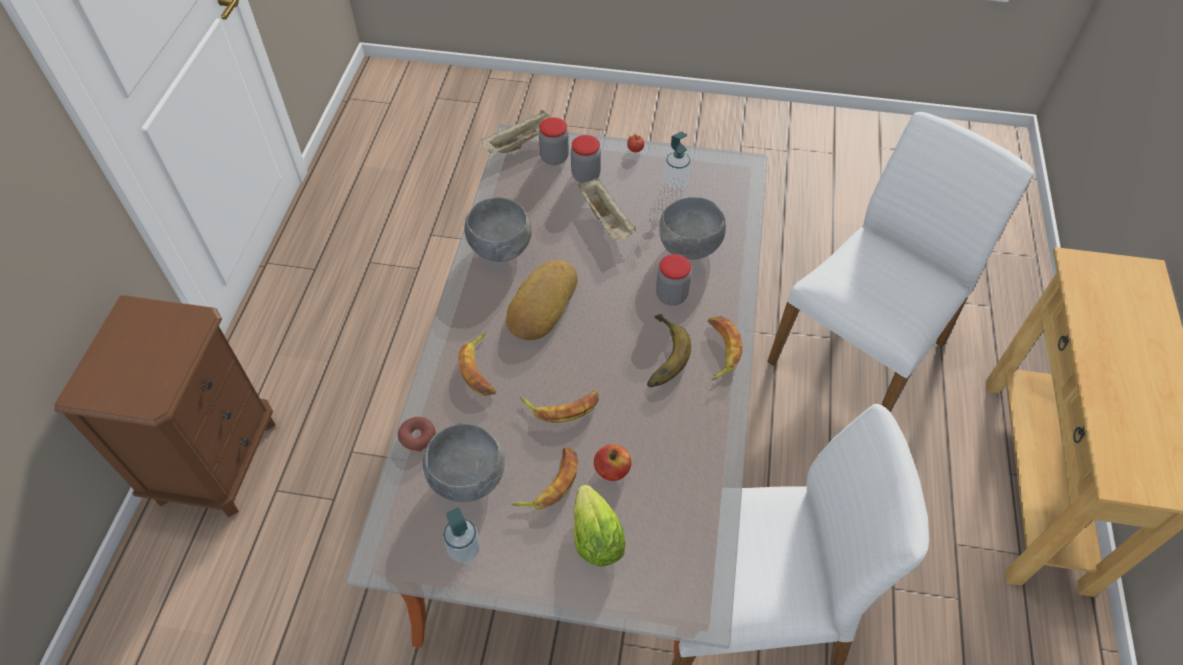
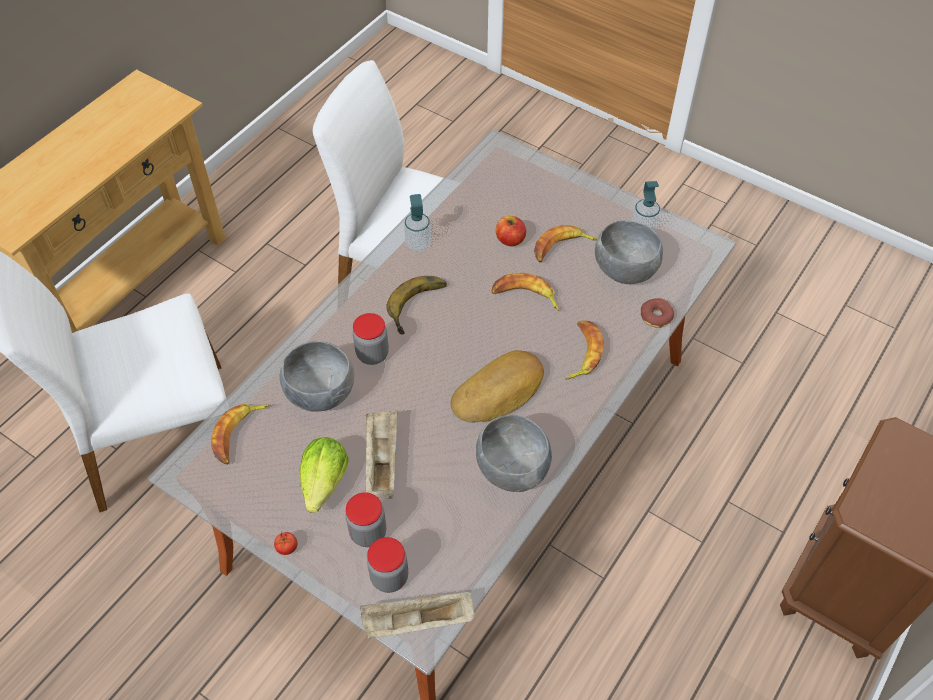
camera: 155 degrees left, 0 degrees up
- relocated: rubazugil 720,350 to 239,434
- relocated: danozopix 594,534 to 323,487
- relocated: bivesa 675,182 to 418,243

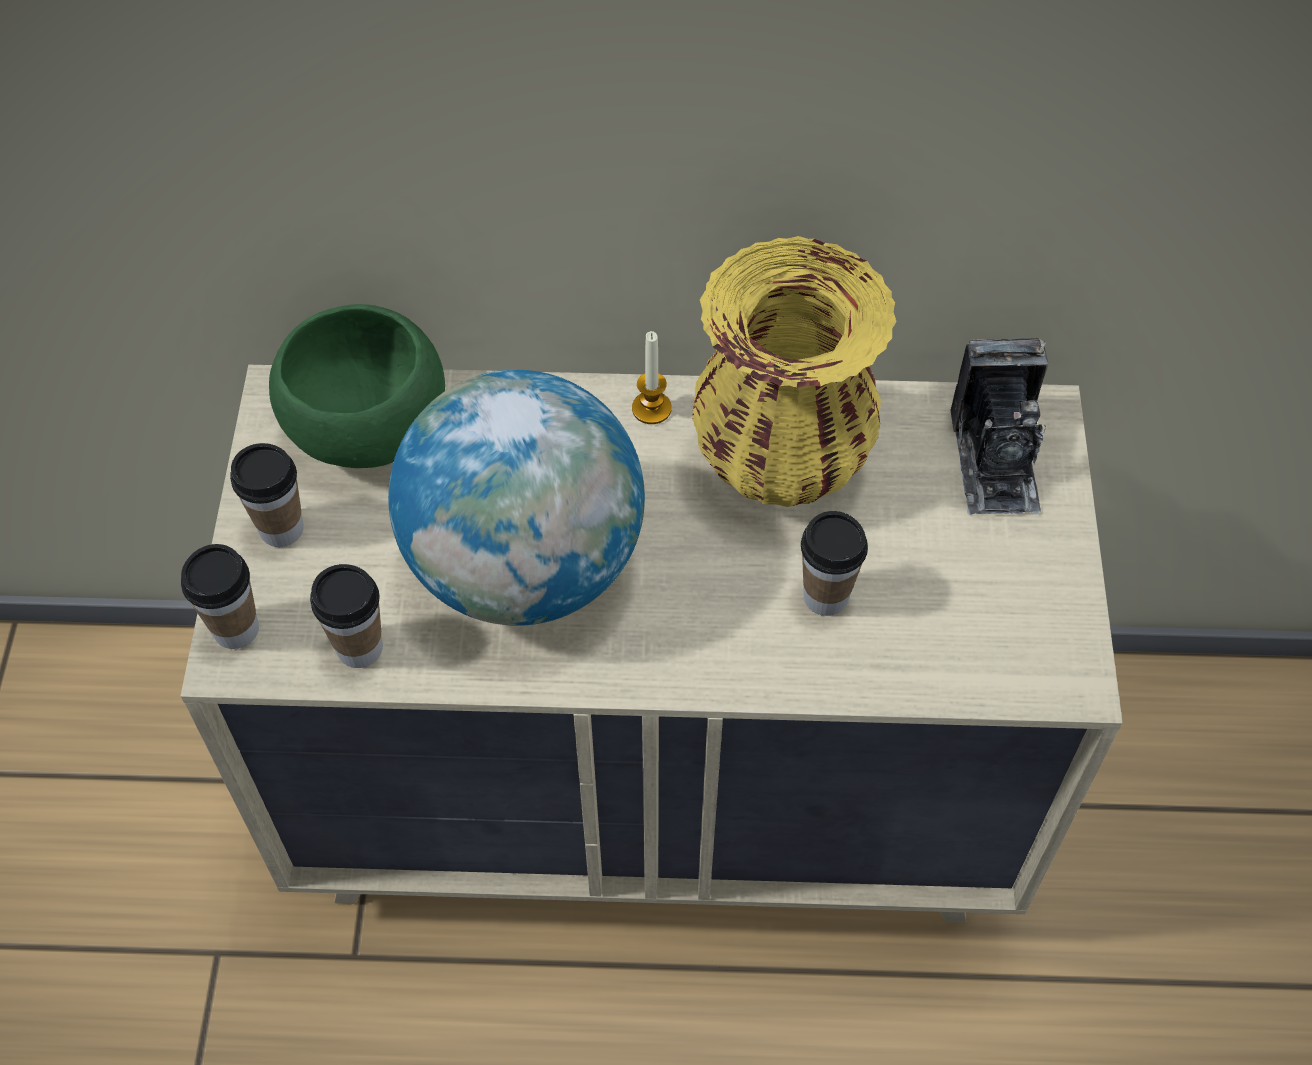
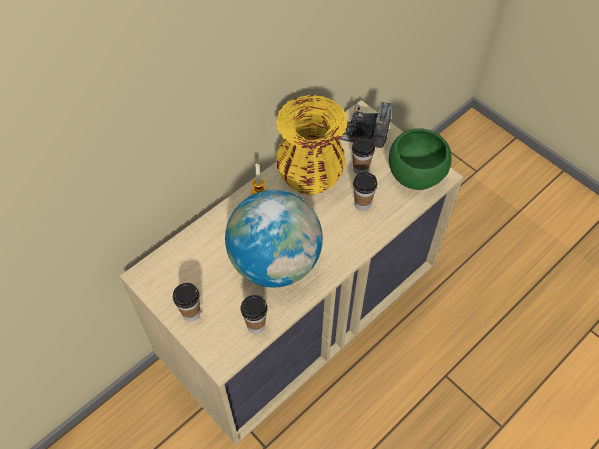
camera: 45 degrees left, 0 degrees up
- spun: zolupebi 995,458 = 362,134 150 degrees clockwise
- relocated: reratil 236,629 to 360,169
- relocated: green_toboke 368,429 to 415,175

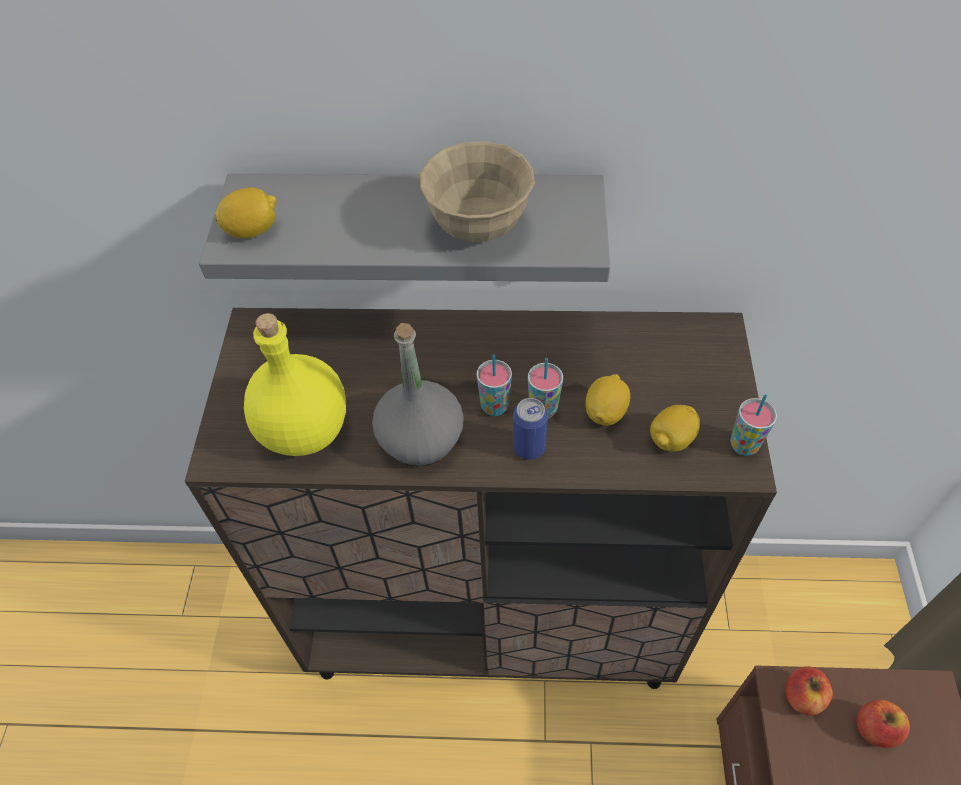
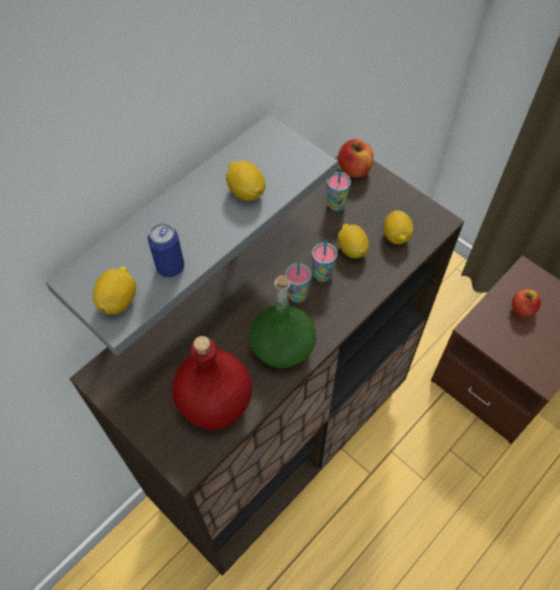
camera: 50 degrees left, 5 degrees up
- relocated: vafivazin 529,448 to 170,267
- colour: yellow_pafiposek 305,429 to red_pafiposek 215,401
- exchanged: beige_toboke 478,226 to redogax 246,192
- colour: grey_pafiposek 421,438 to green_pafiposek 282,346
- relocated: reratil 744,445 to 336,205
- relocated: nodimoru 803,696 to 354,169

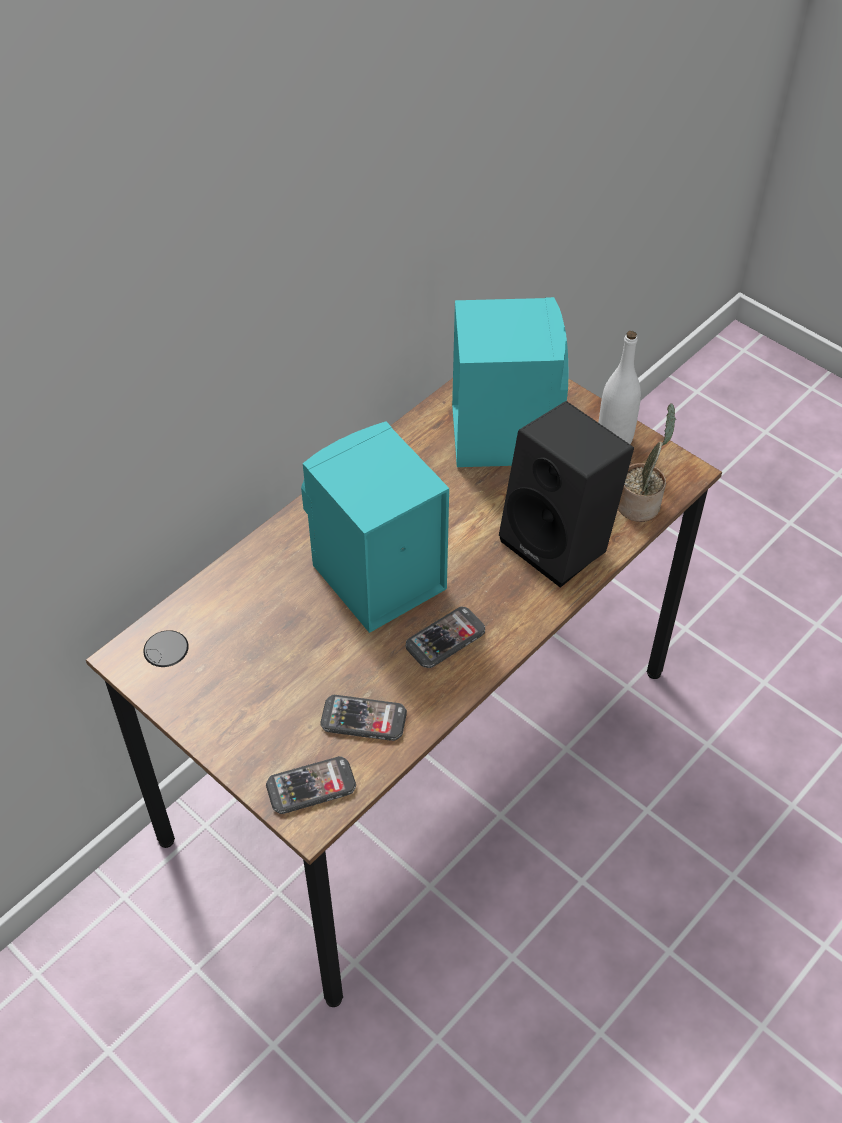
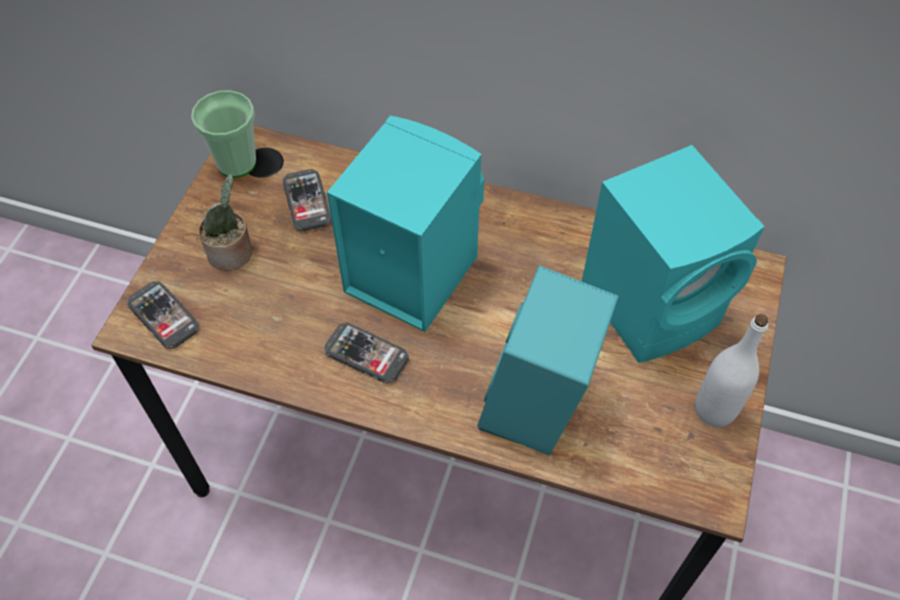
camera: 65 degrees right, 5 degrees up
- appeared: reratil 236,163
- relocated: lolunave 640,503 to 233,253
- relocated: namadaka 363,719 to 307,201
- colour: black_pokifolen 561,543 to turquoise_pokifolen 539,410

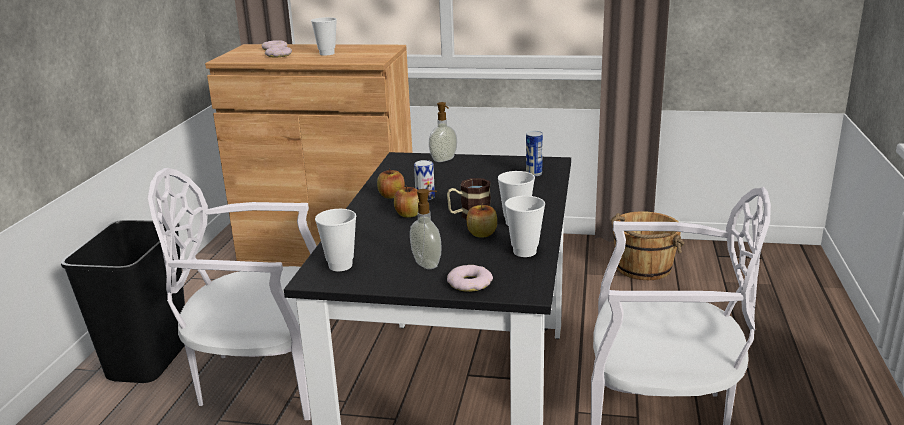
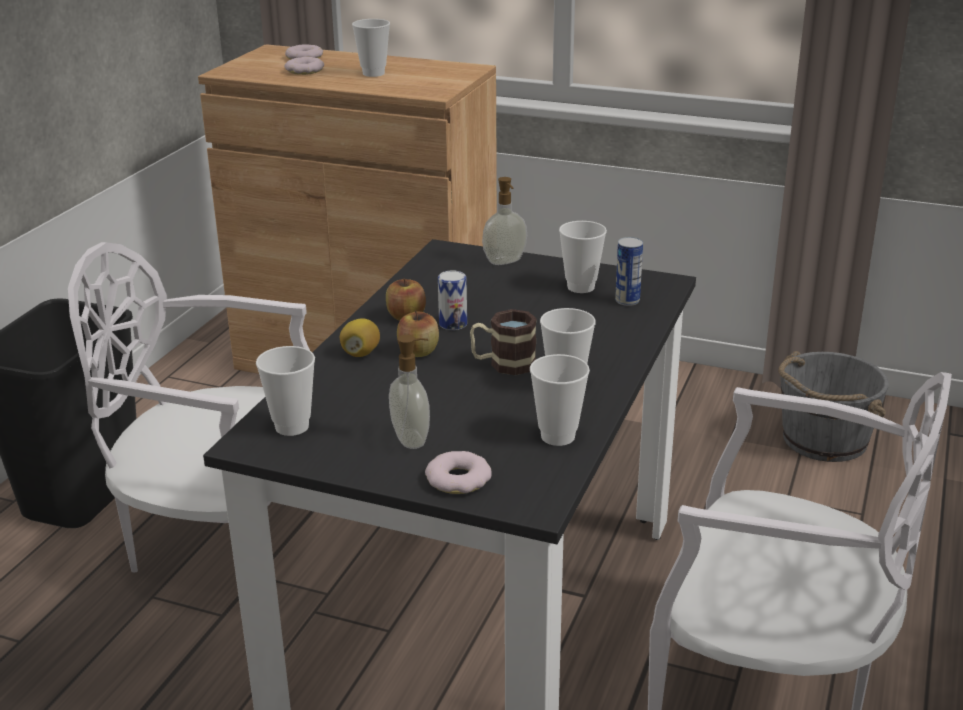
camera: 10 degrees right, 5 degrees up
- appeared: redogax 360,353
- appeared: reratil 581,287
- colour: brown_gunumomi 642,268 to grey_gunumomi 822,440
- missing: nodimoru 482,234

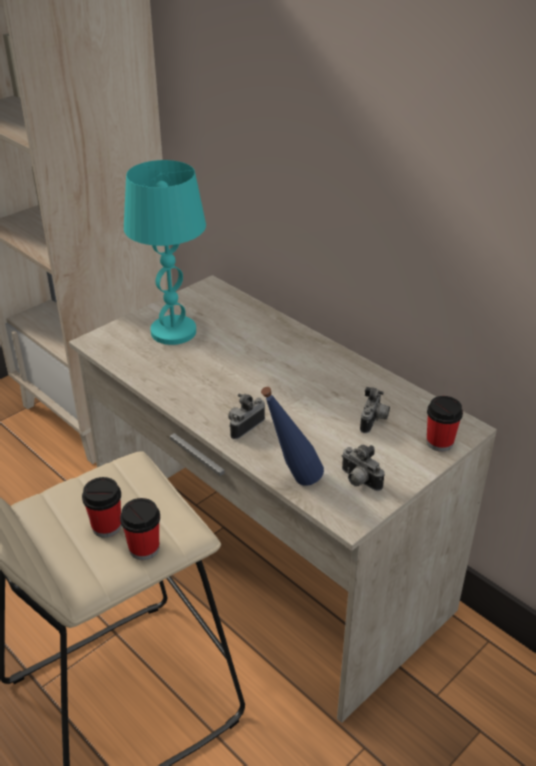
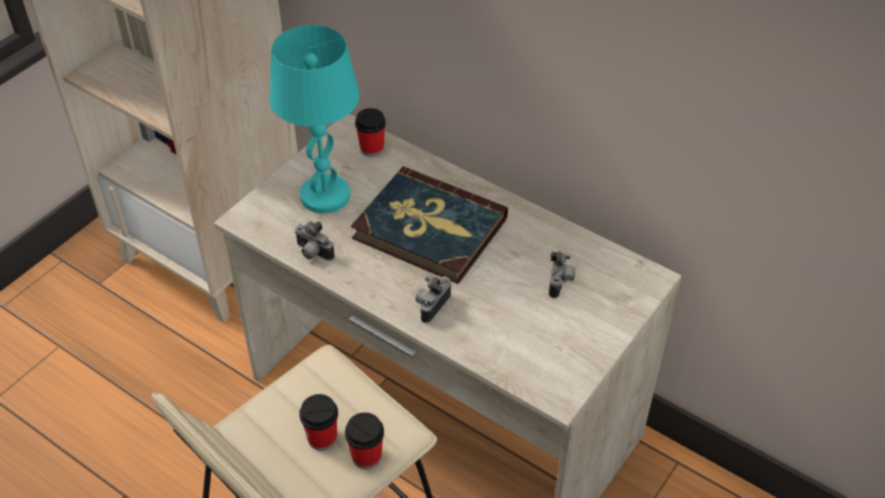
camera: 10 degrees left, 10 degrees up
- relocated: zolupebi 358,481 to 312,253
- appeared: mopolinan 429,229
- relocated: reratil 439,442 to 372,149
- missing: blue_pafiposek 292,482

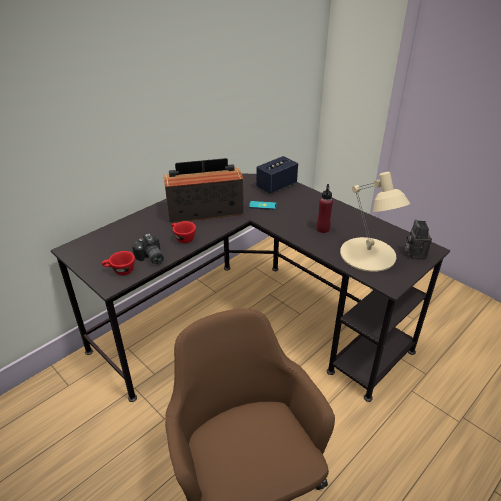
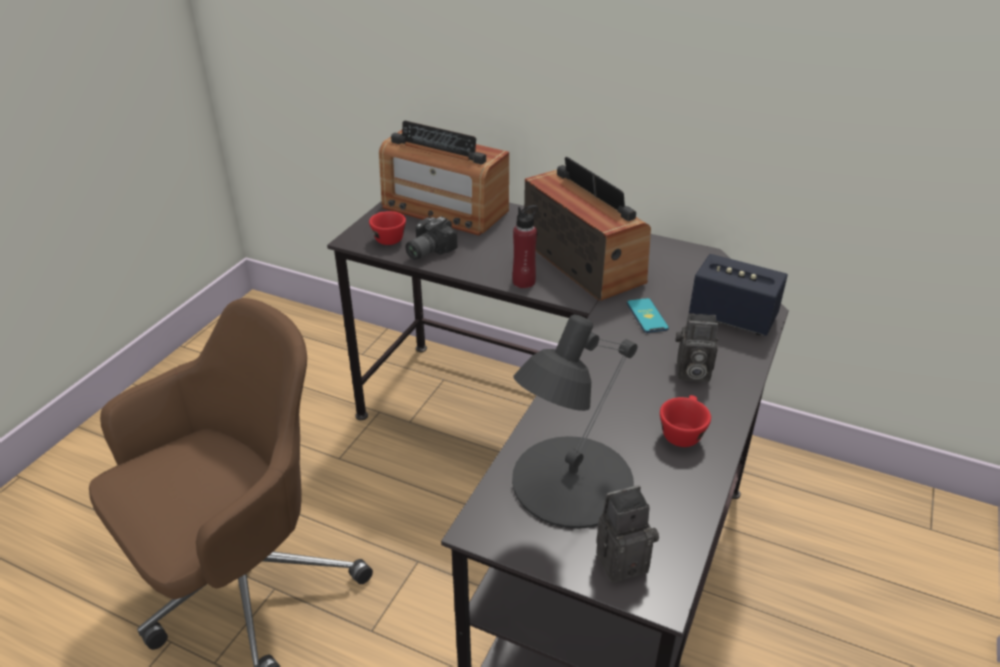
camera: 70 degrees right, 0 degrees up
- appeared: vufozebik 444,209
- relocated: red_pafiposek 323,229 to 524,282
- colour: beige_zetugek 368,255 to black_zetugek 570,481
- relocated: red_reratil 182,238 to 682,432
- appeared: zolupebi 691,373

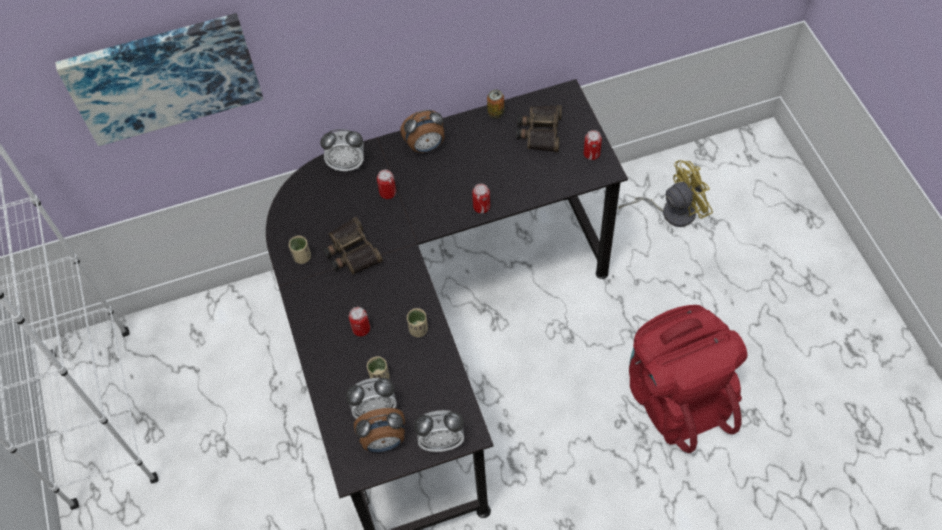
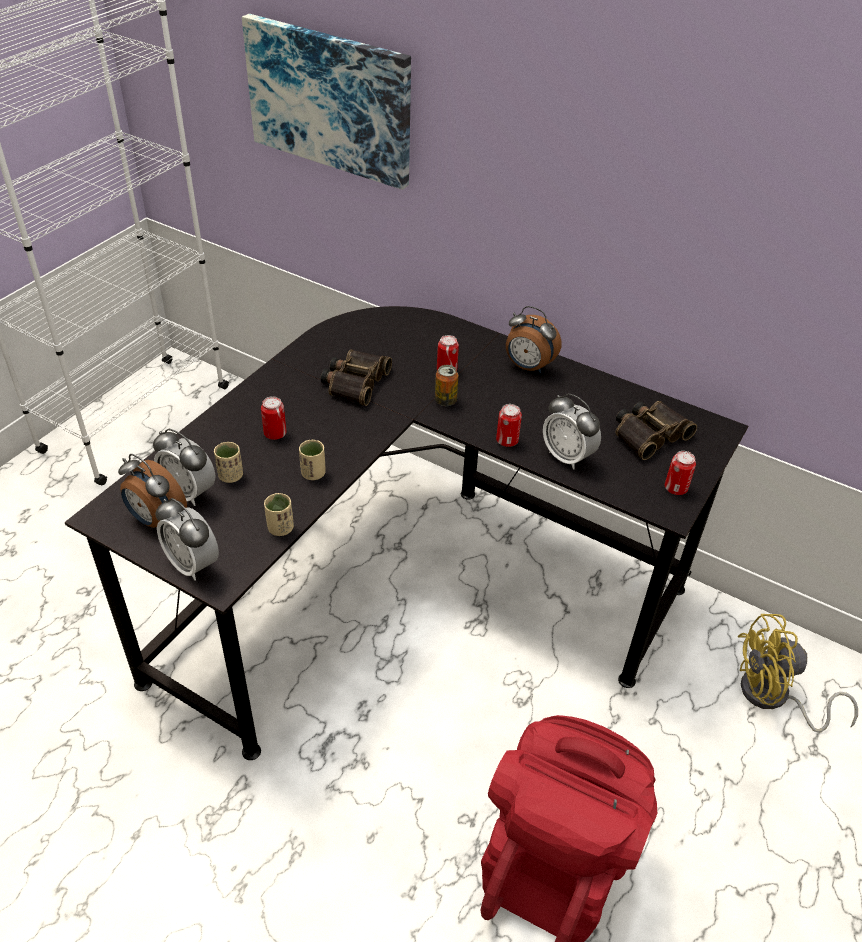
camera: 45 degrees right, 15 degrees down
- relocated: beige_reratil 302,257 to 280,528
- relocated: vafivazin 496,113 to 445,401
- relocated: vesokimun 347,164 to 567,457
- spun: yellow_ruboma 671,211 = 773,698 150 degrees clockwise

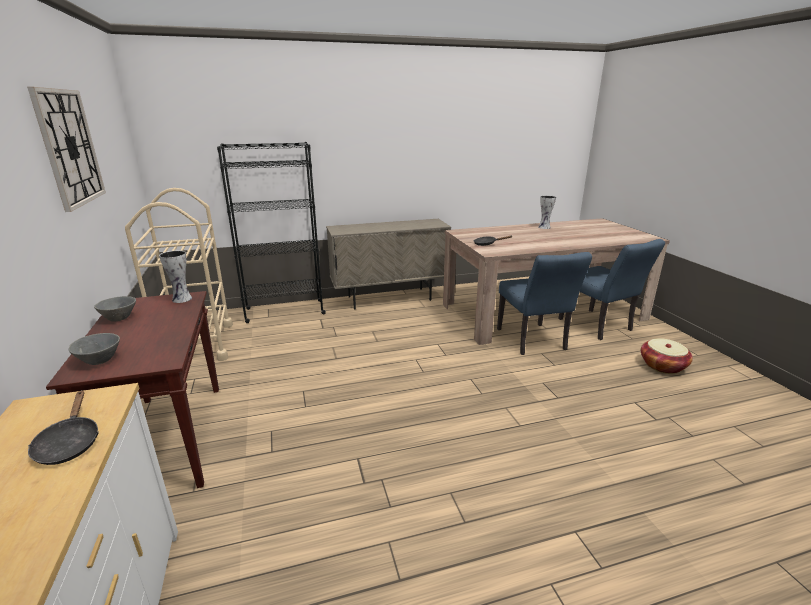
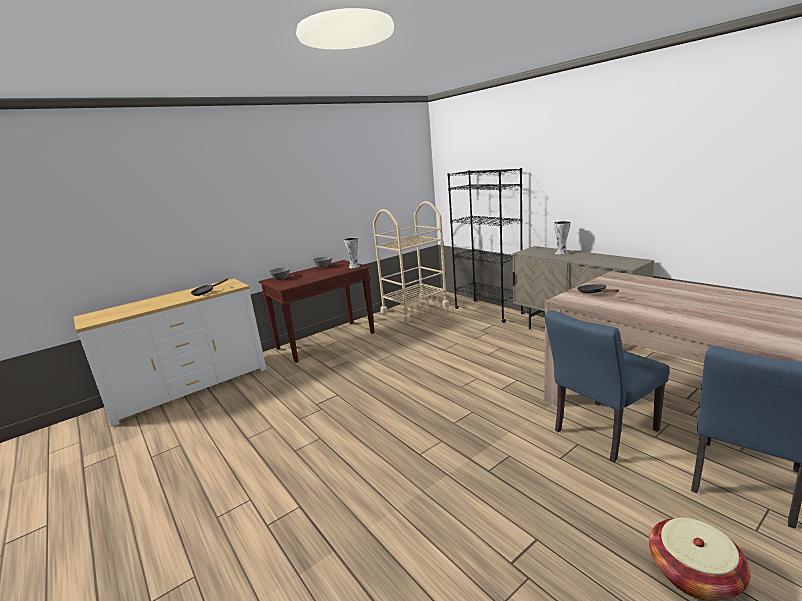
camera: 70 degrees right, 5 degrees down
- relocated: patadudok 544,227 to 561,253
- missing: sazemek 69,147

